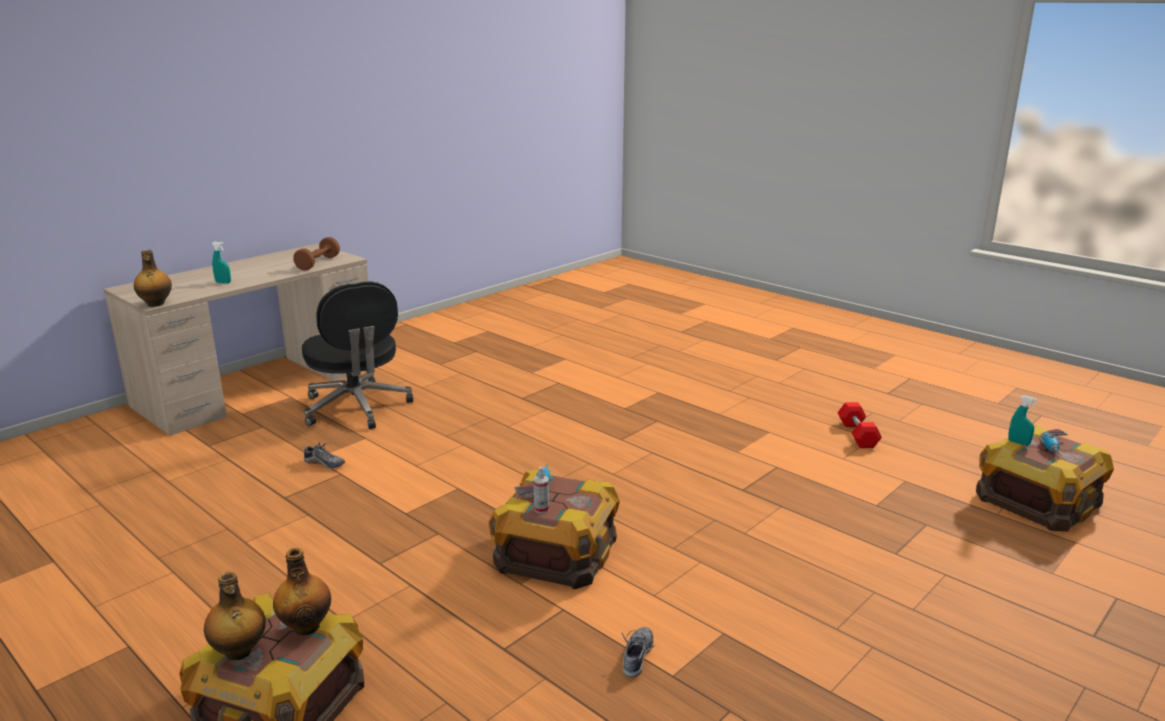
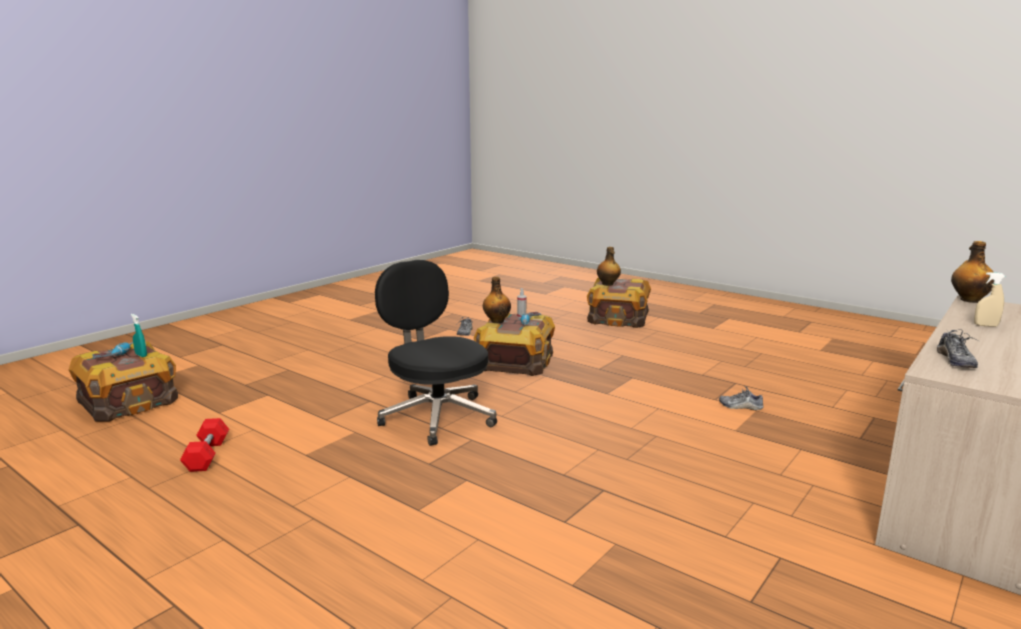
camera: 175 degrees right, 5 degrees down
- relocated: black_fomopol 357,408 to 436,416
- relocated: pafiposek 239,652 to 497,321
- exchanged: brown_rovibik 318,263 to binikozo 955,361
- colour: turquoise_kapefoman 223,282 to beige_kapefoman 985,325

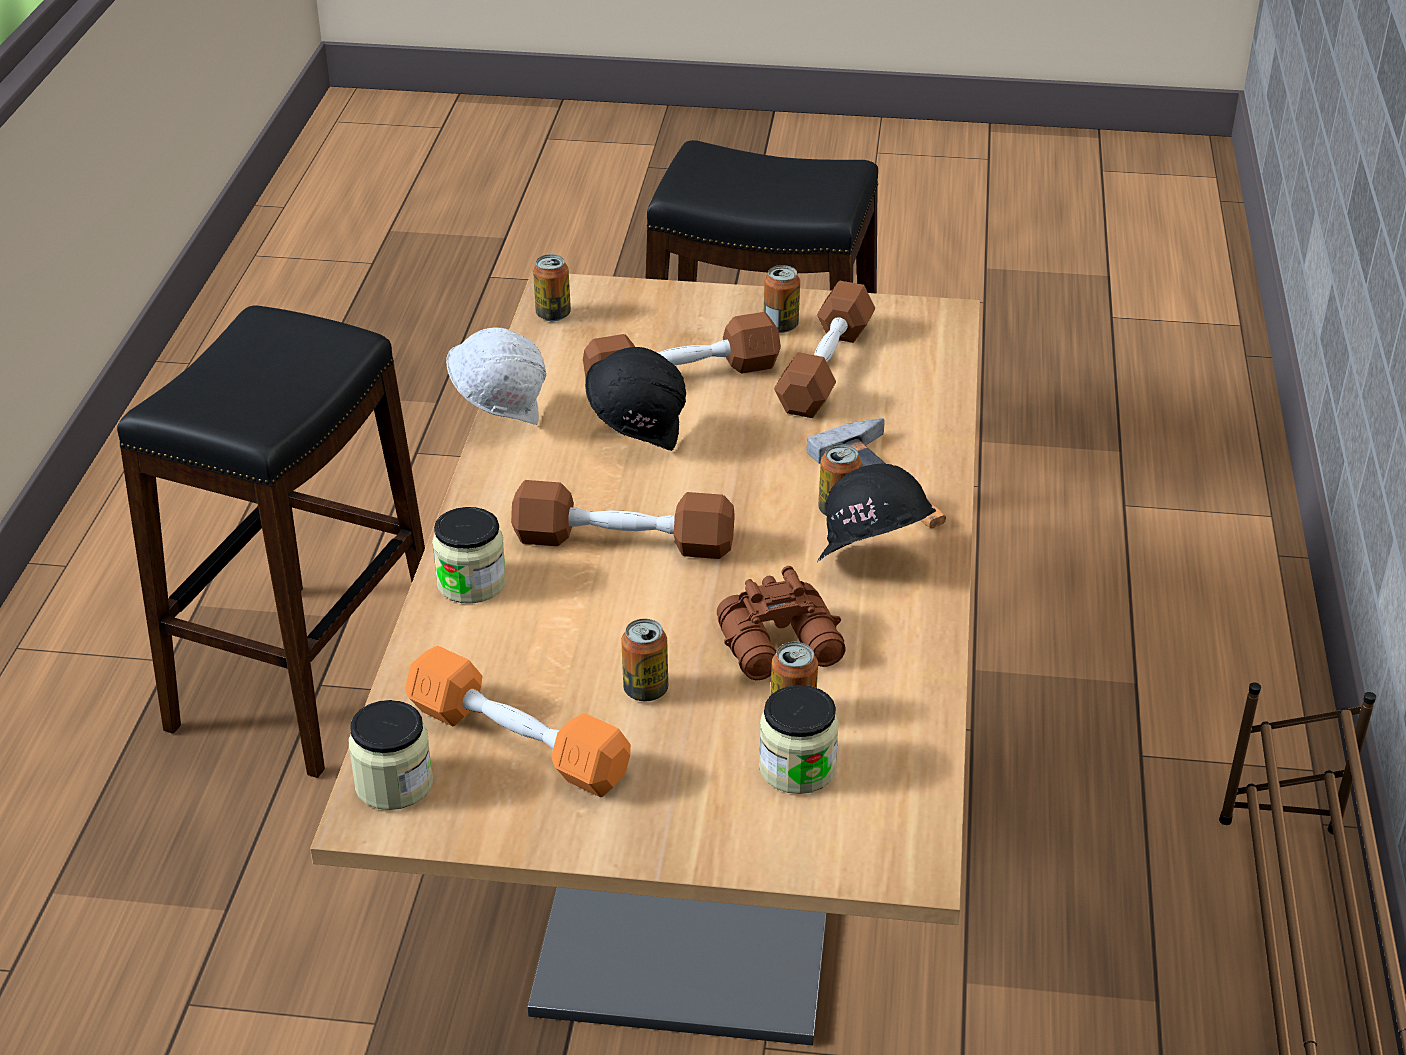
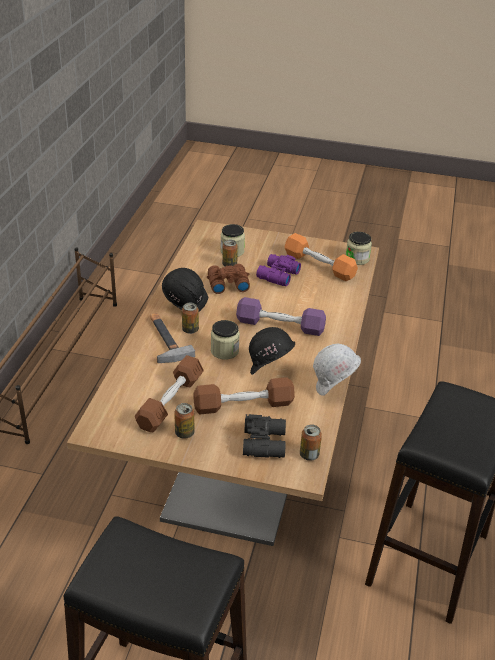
camera: 175 degrees left, 0 degrees up
- relocated: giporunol 471,583 to 224,351
- colour: brown_rovibik 623,542 to purple_rovibik 280,325
- appeared: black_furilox 265,442
- exchanged: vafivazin 645,690 to purple_furilox 277,275

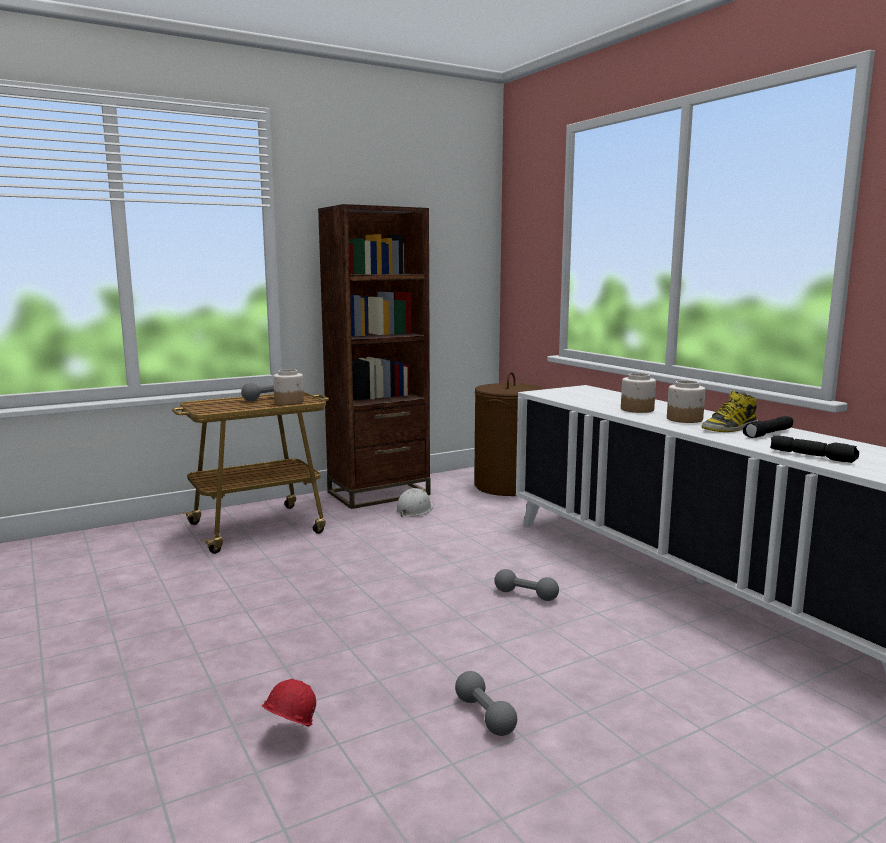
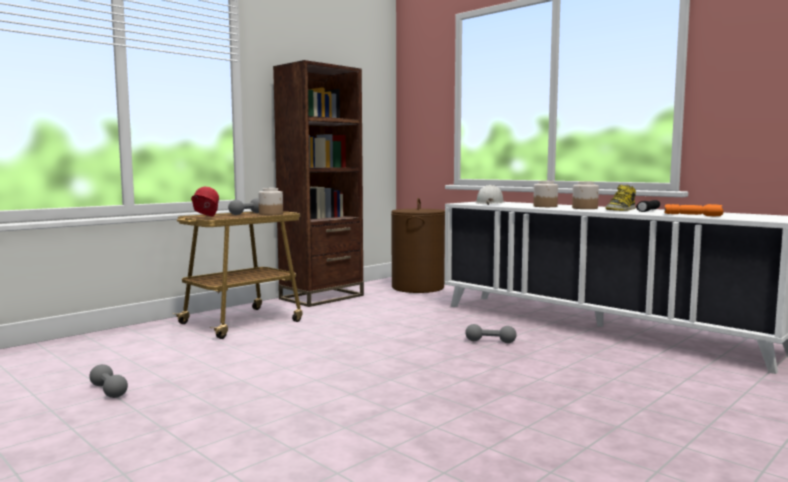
camera: 15 degrees left, 5 degrees down
- relocated: grey_rovibik 484,716 to 108,391
- relocated: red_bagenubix 289,737 to 205,217
- relocated: white_bagenubix 414,510 to 489,203
- colour: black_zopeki 813,456 to orange_zopeki 693,215

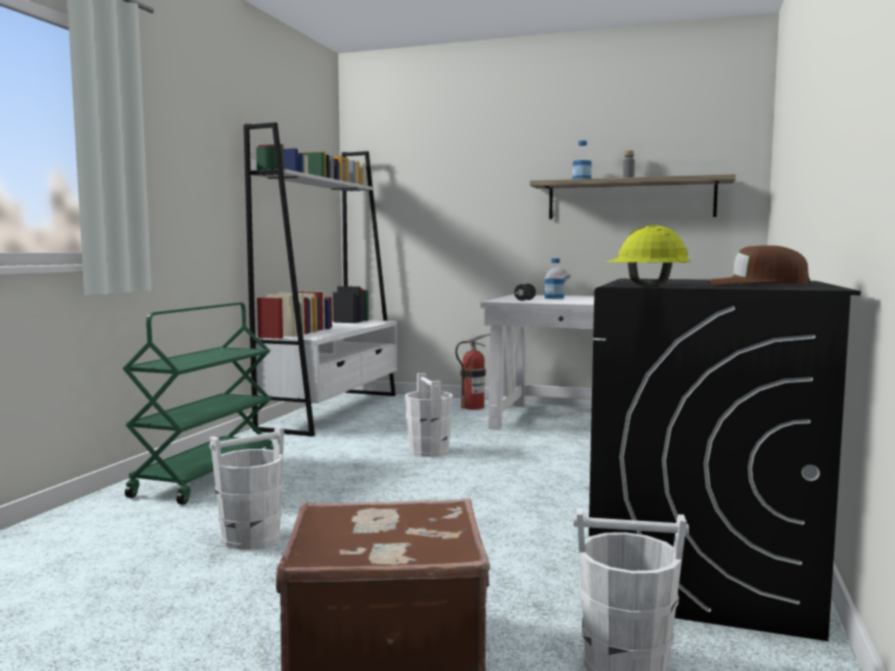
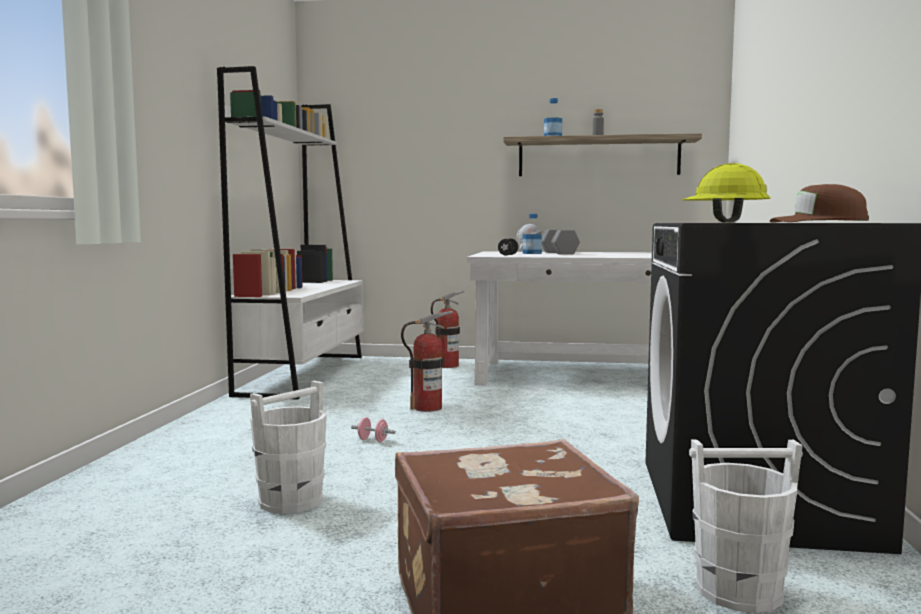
camera: 10 degrees left, 0 degrees up
- appeared: pink_rovibik 373,440
- exchanged: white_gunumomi 428,451 to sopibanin 428,408
- appeared: grey_rovibik 558,253
- missing: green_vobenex 206,476

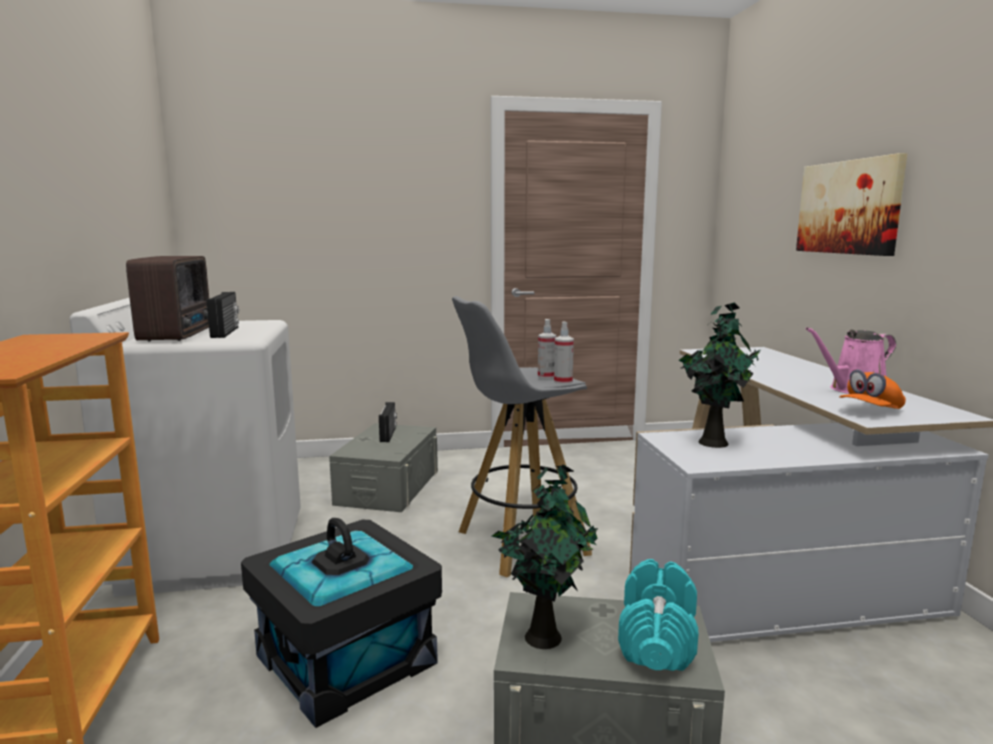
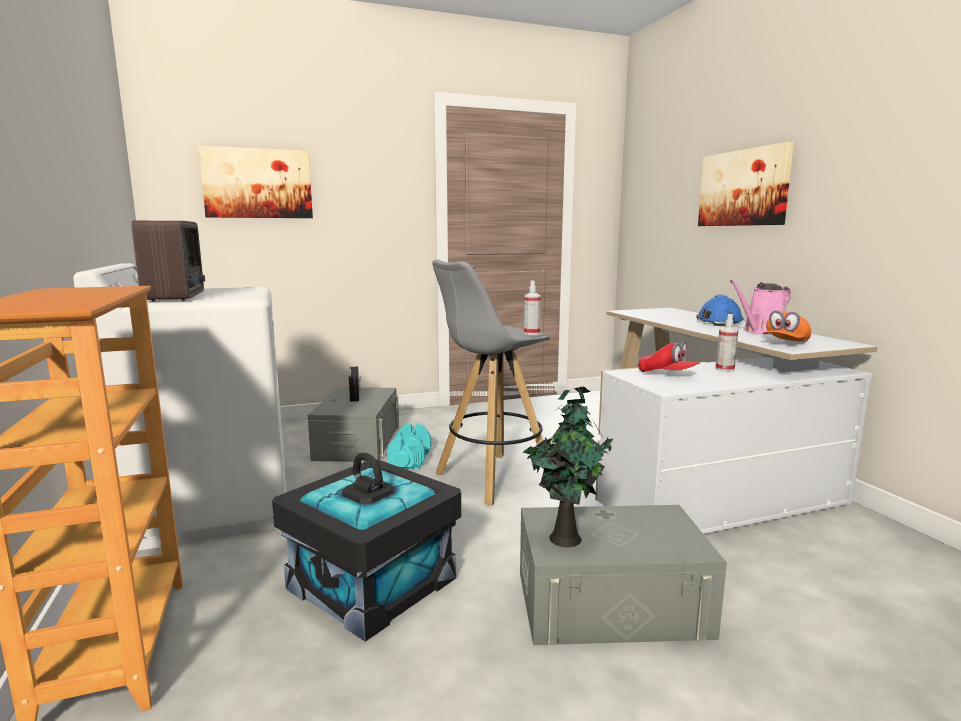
camera: 10 degrees left, 0 degrees up
- appeared: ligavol 258,183
- relocated: turquoise_rovibik 658,638 to 410,459
- exchanged: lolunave 713,442 to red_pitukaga 667,374
- appeared: blue_bagenubix 718,322
- relocated: kapefoman 546,376 to 725,369
- missing: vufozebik 226,332

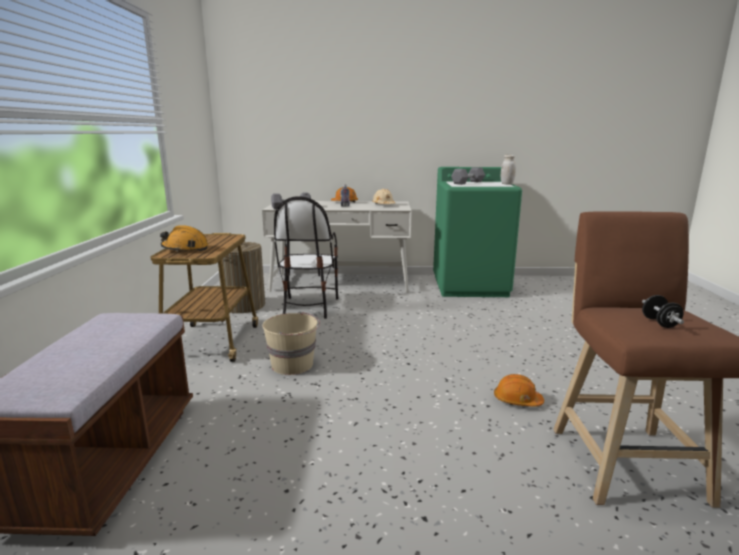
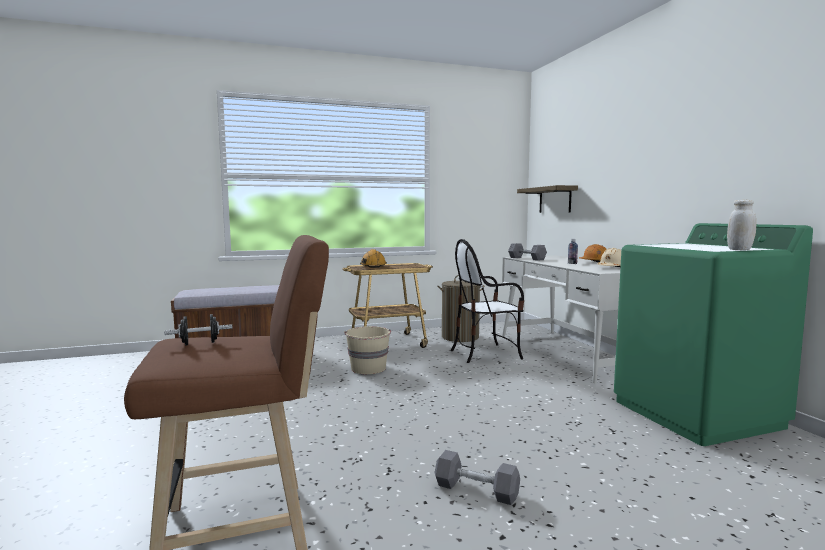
camera: 70 degrees right, 10 degrees down
- relocated: grey_rovibik 467,183 to 476,490
- appeared: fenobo 555,200
- missing: orange_bagenubix 517,400

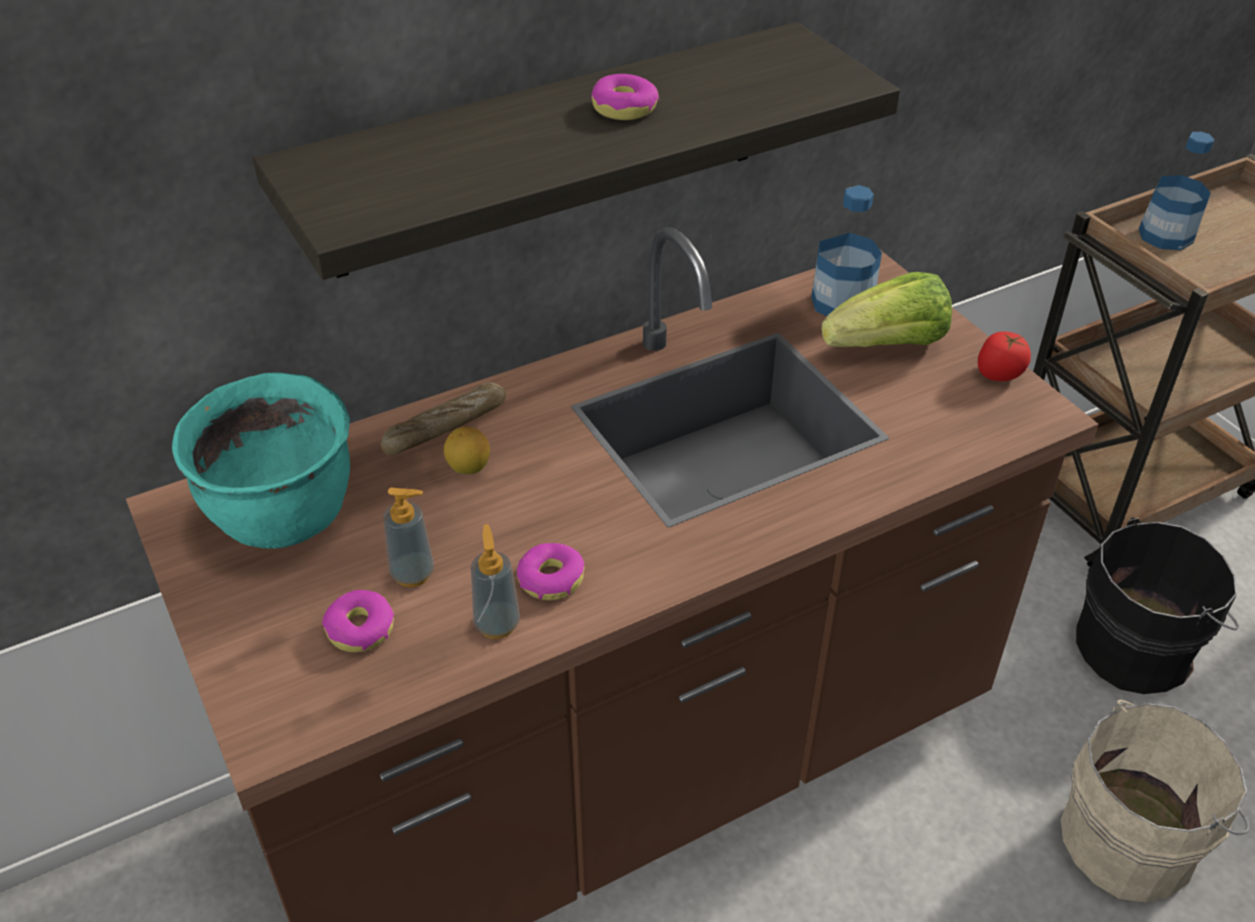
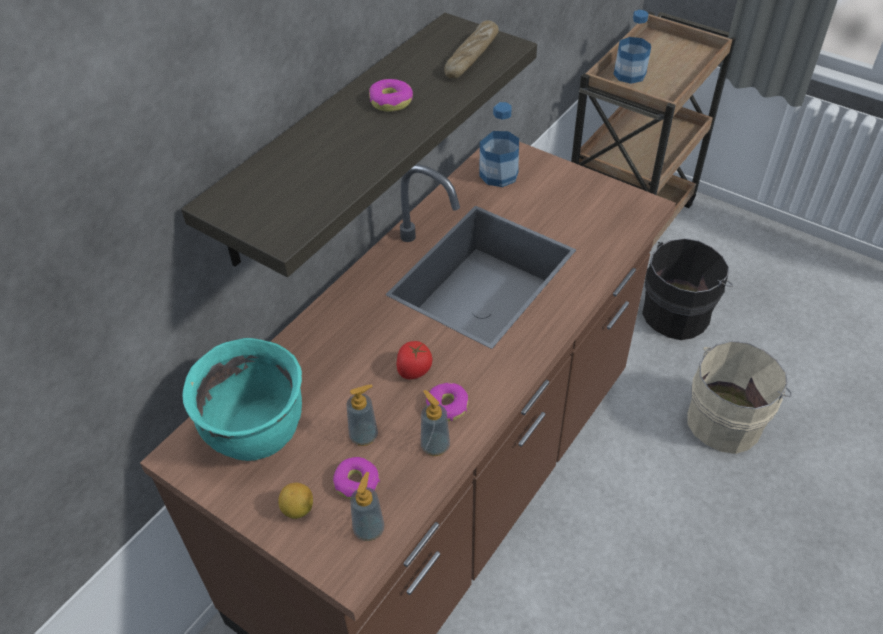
camera: 25 degrees left, 5 degrees up
- relocated: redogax 469,467 to 298,509
- appeared: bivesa 369,529
- relocated: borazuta 999,373 to 414,370
- relocated: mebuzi 445,428 to 472,57
- missing: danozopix 888,346

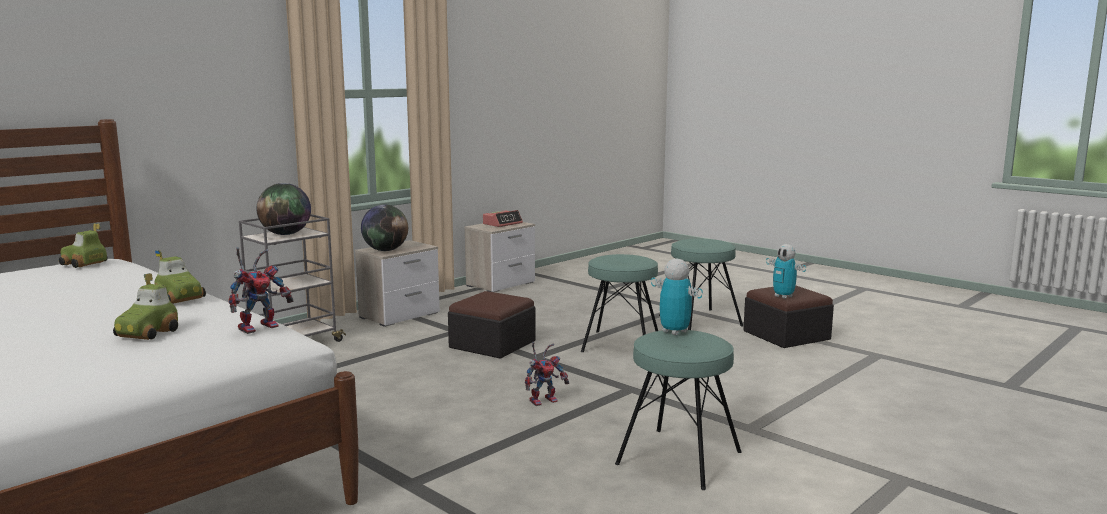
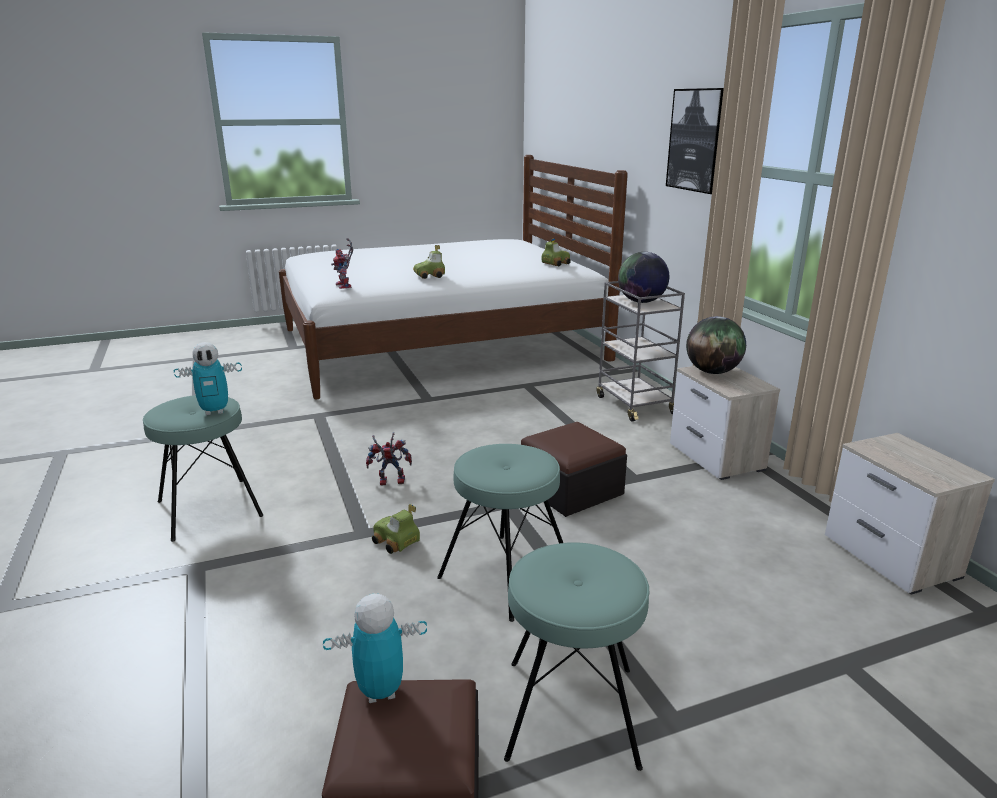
camera: 115 degrees right, 10 degrees up
- spun: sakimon 544,400 = 389,482 90 degrees clockwise
- relocated: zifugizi 148,333 to 395,542
- appeared: ligavol 697,140
- missing: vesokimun 502,223

